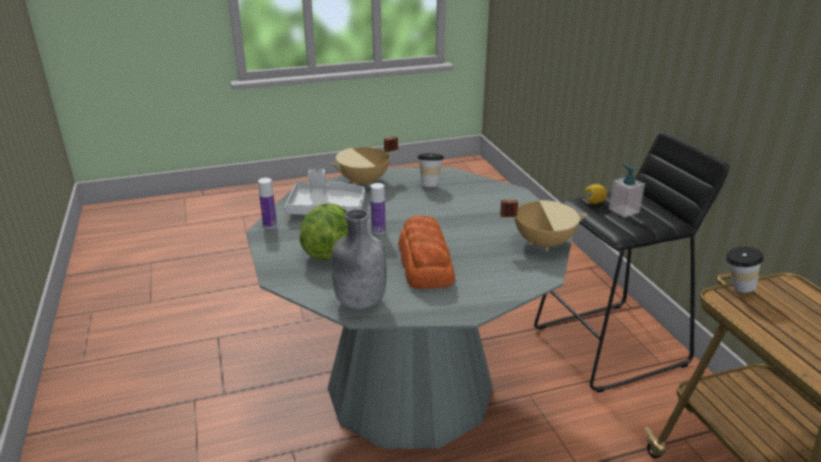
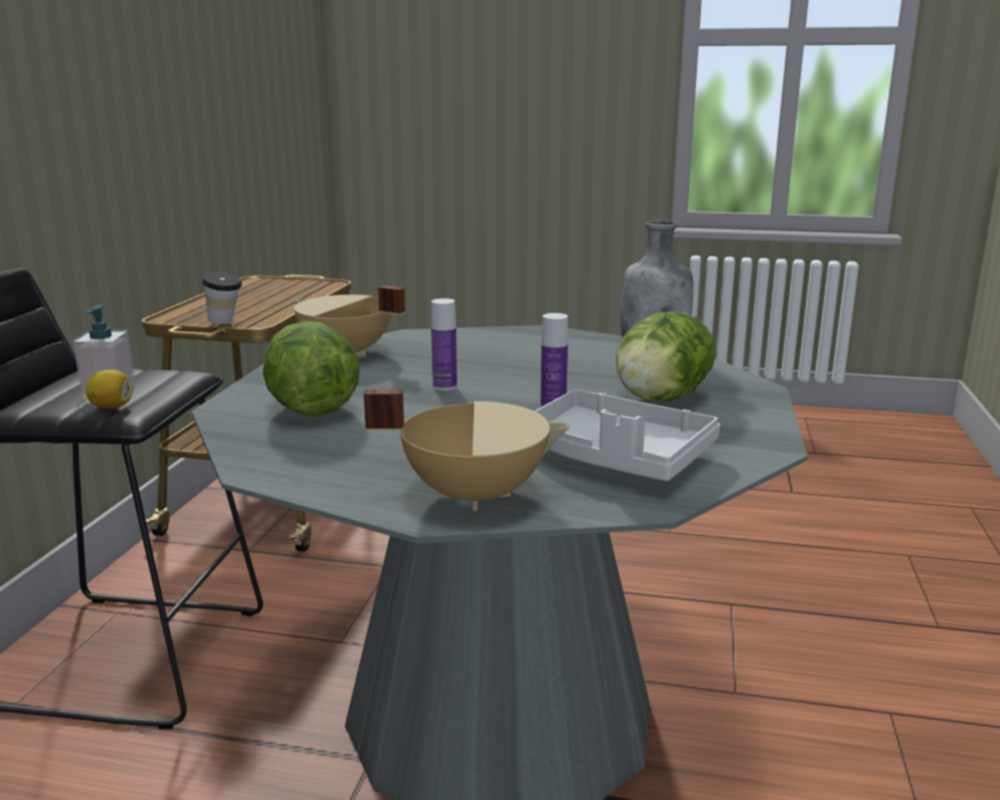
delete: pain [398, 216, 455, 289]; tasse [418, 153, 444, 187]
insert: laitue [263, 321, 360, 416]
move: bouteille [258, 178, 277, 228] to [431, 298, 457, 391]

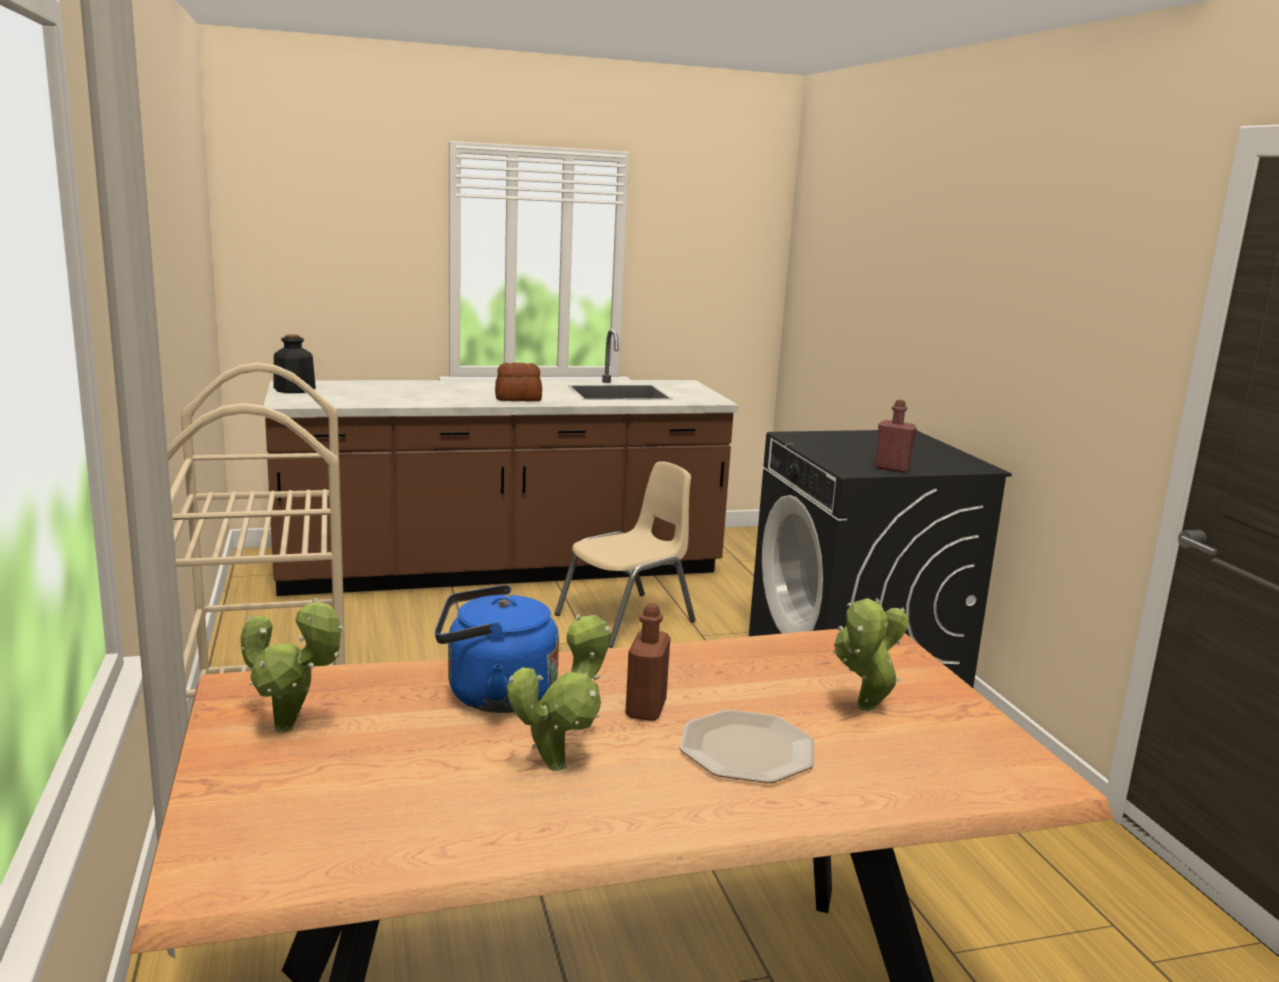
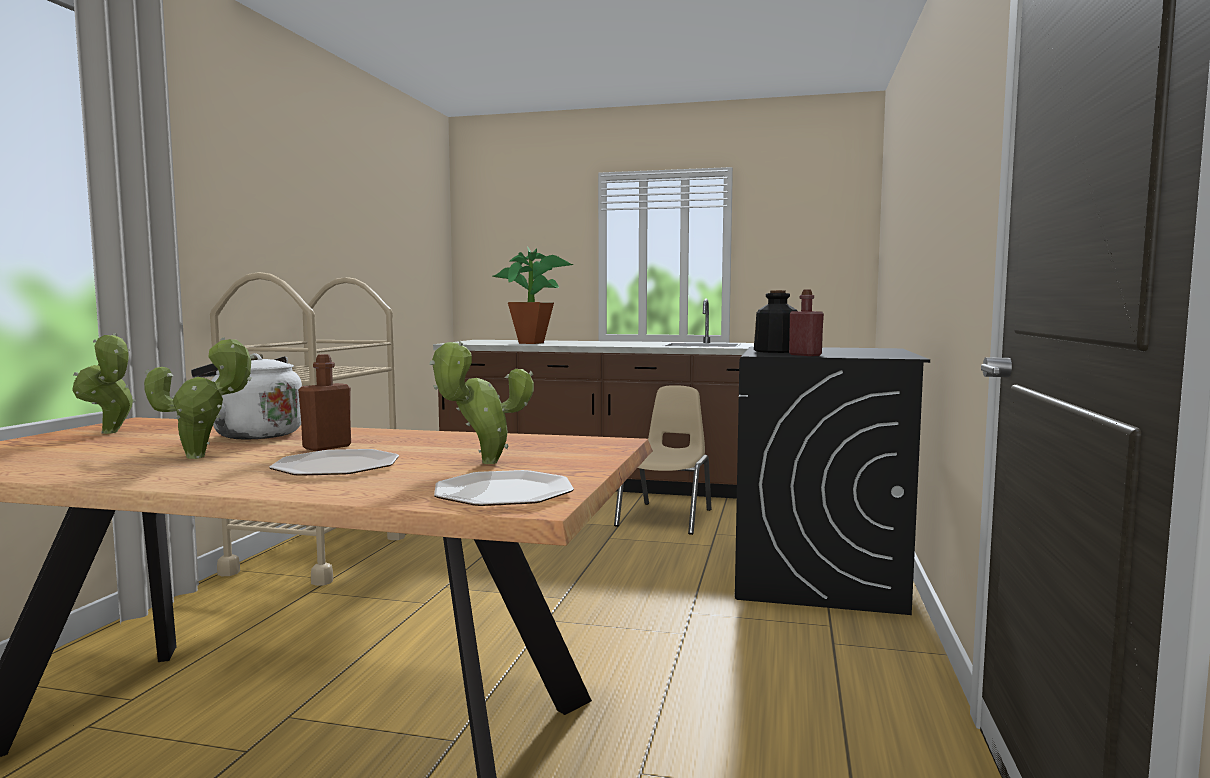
delete: pain [495, 363, 542, 401]
insert: assiette [434, 470, 574, 506]; plante en pot [492, 246, 574, 344]
move: bouteille [273, 334, 316, 393] to [754, 290, 797, 353]
recolor: bouilloire [bleu] [435, 585, 559, 713] to bouilloire [blanc] [191, 353, 302, 439]
rotate: chaise [beige] [554, 461, 696, 648] = [614, 385, 711, 535] 60 degrees counterclockwise

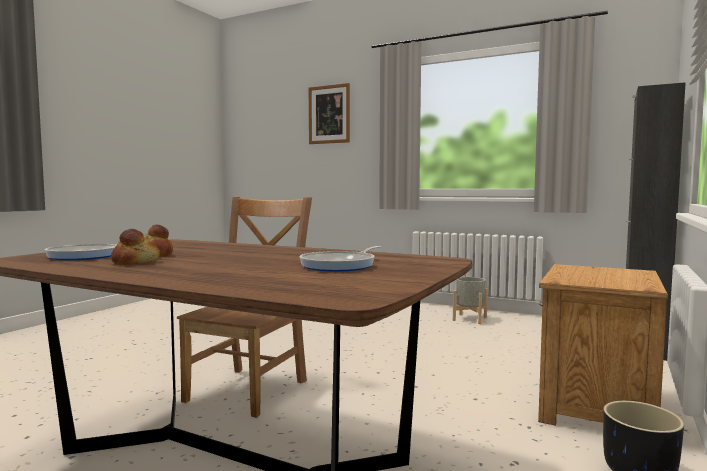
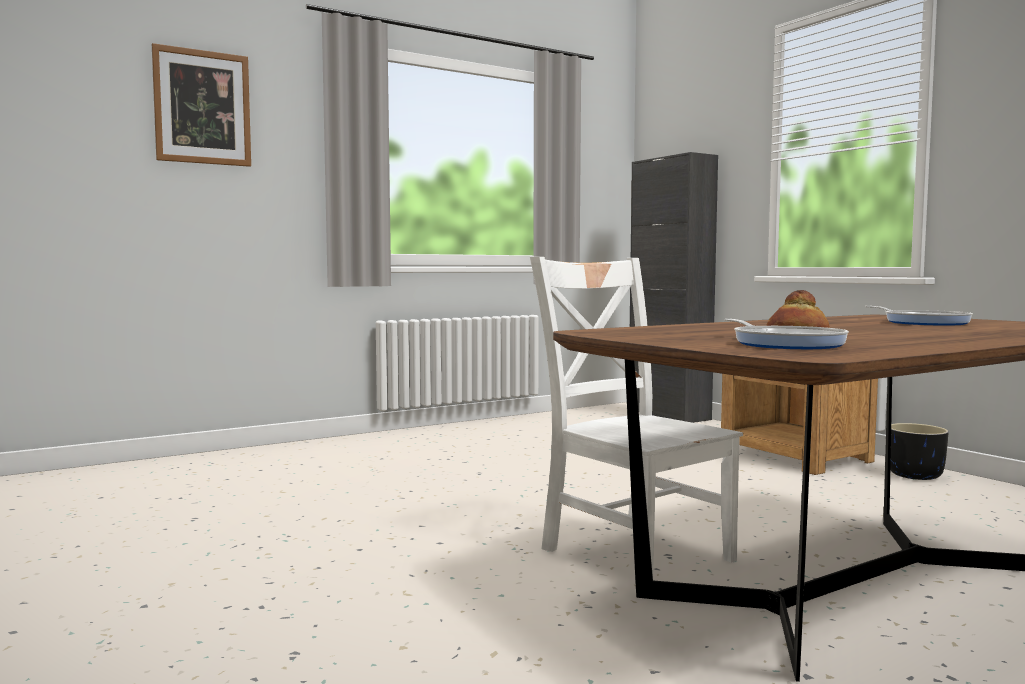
delete: pain [111, 229, 160, 265]; cache-pot [gris] [453, 277, 488, 324]
recolor: chaise [marron] [177, 197, 312, 418] to chaise [blanc] [530, 257, 743, 575]

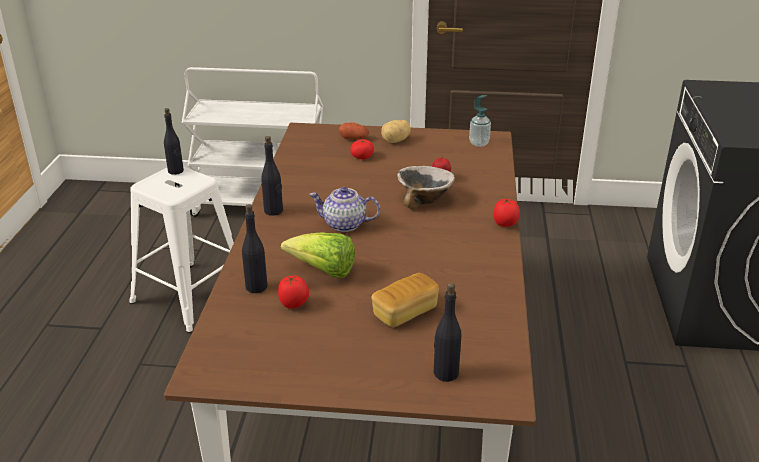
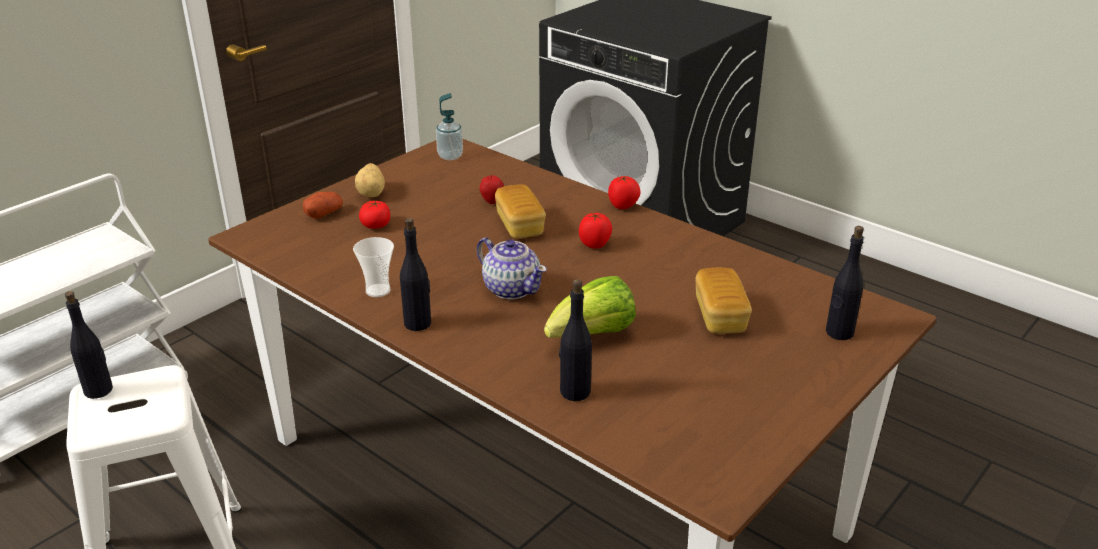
insert: tasse [353, 237, 394, 297]
move: tomate [278, 276, 309, 309] to [579, 213, 612, 249]
replace: bol [397, 166, 455, 209] to pain [495, 185, 546, 239]
rotate: théière [309, 187, 380, 232] = [477, 237, 547, 300] 90 degrees counterclockwise

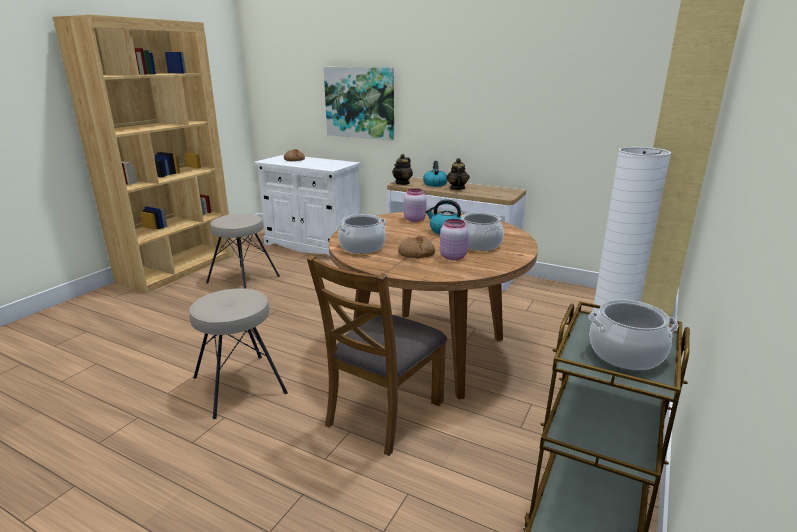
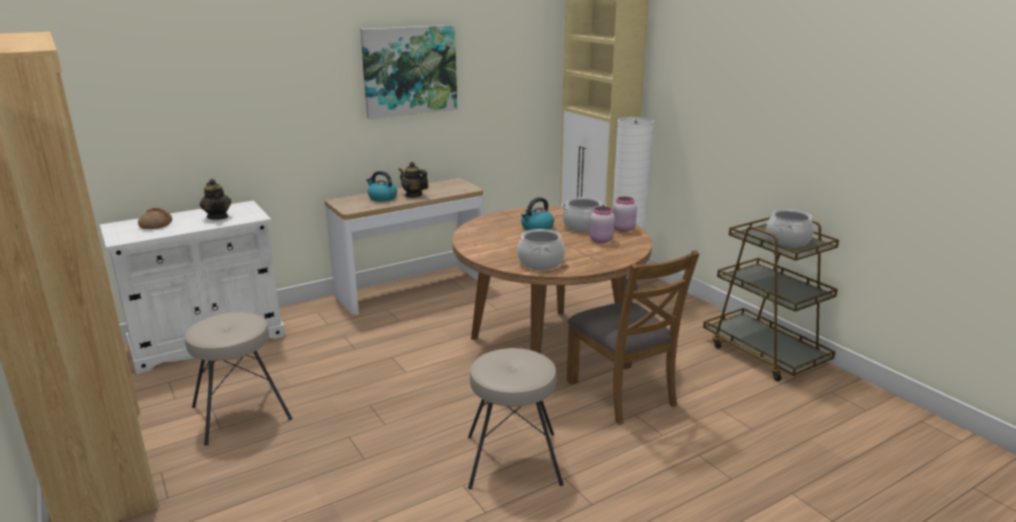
delete: pain [398, 236, 435, 258]
move: tableau [324, 67, 394, 140] to [360, 25, 457, 119]; théière [392, 154, 413, 185] to [200, 179, 231, 220]; bocal [rose] [404, 188, 426, 222] to [613, 197, 637, 232]

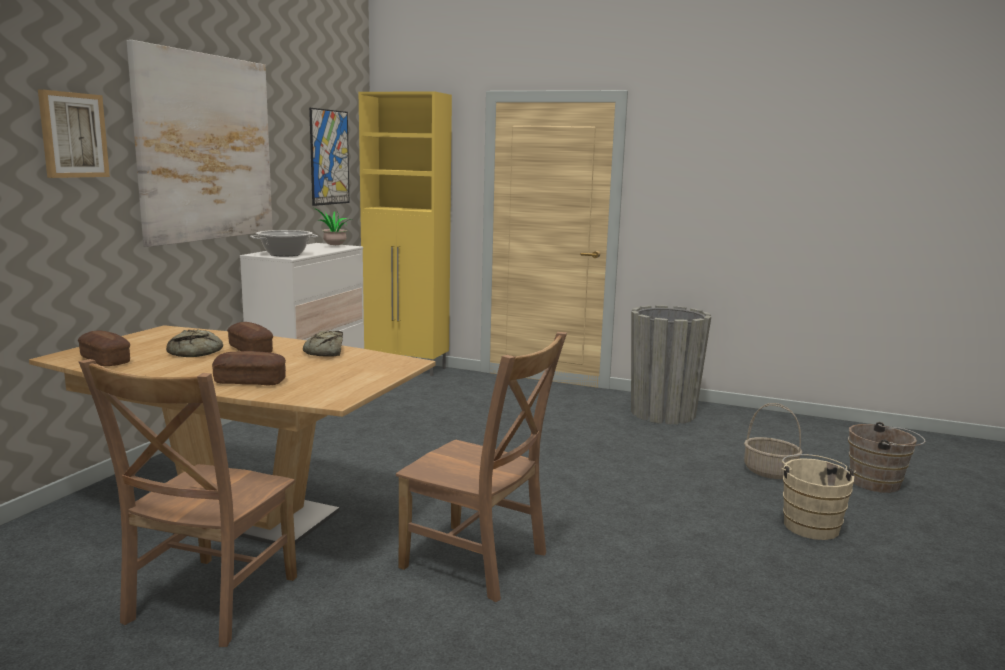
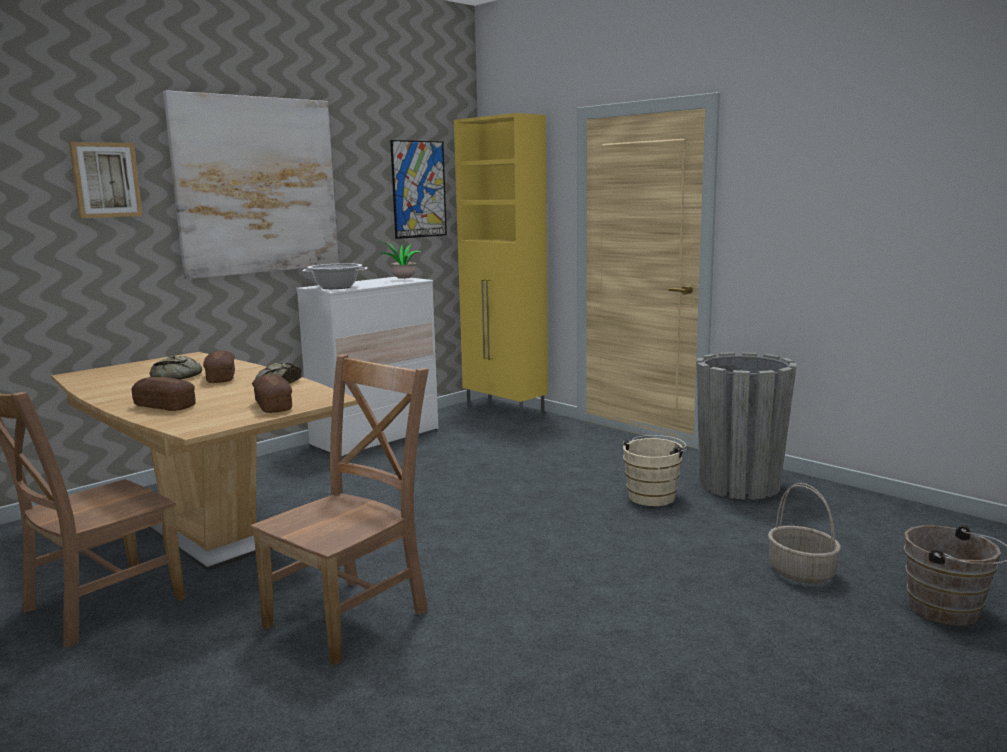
move: pain [78, 330, 130, 366] to [252, 374, 292, 413]; seau [beige] [781, 454, 856, 540] to [623, 435, 687, 506]
rotate: chaise [marron] [396, 332, 567, 602] = [250, 354, 429, 665] 105 degrees counterclockwise

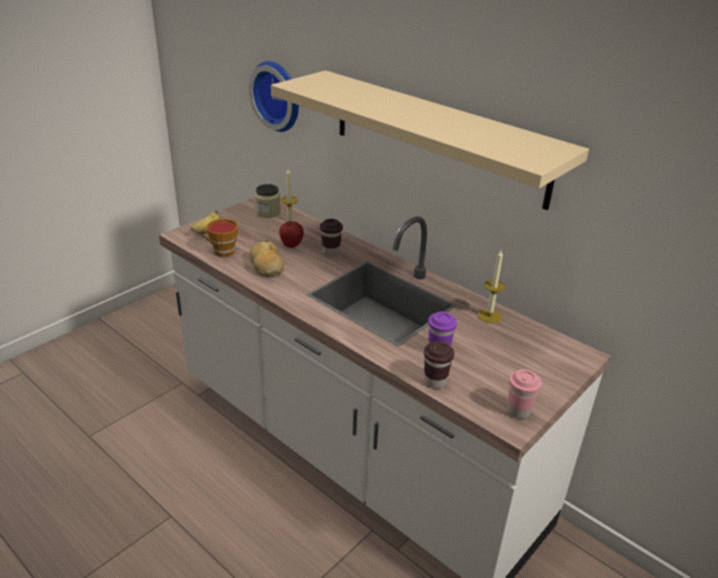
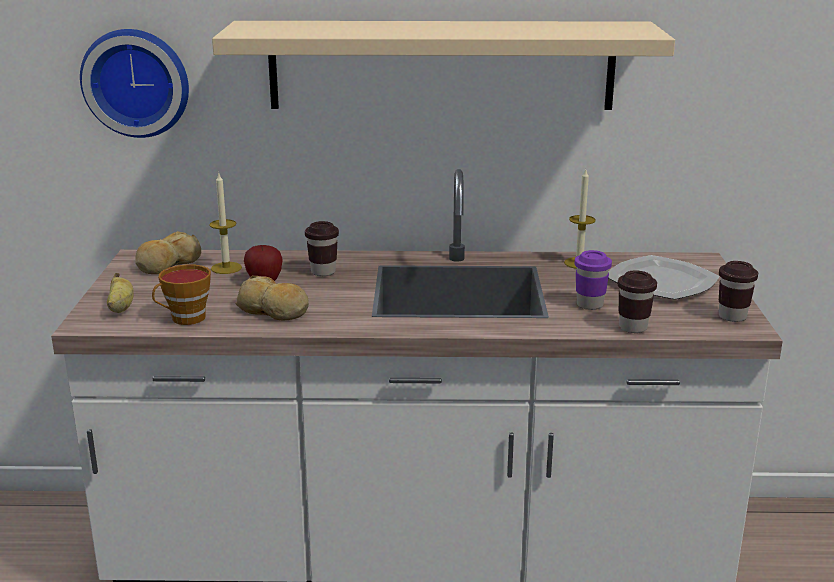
insert: assiette [608, 255, 720, 300]
replace: bocal [255, 184, 281, 218] to pain [135, 231, 201, 274]
recolor: tasse [rose] [508, 369, 542, 419] to tasse [marron] [719, 261, 758, 322]

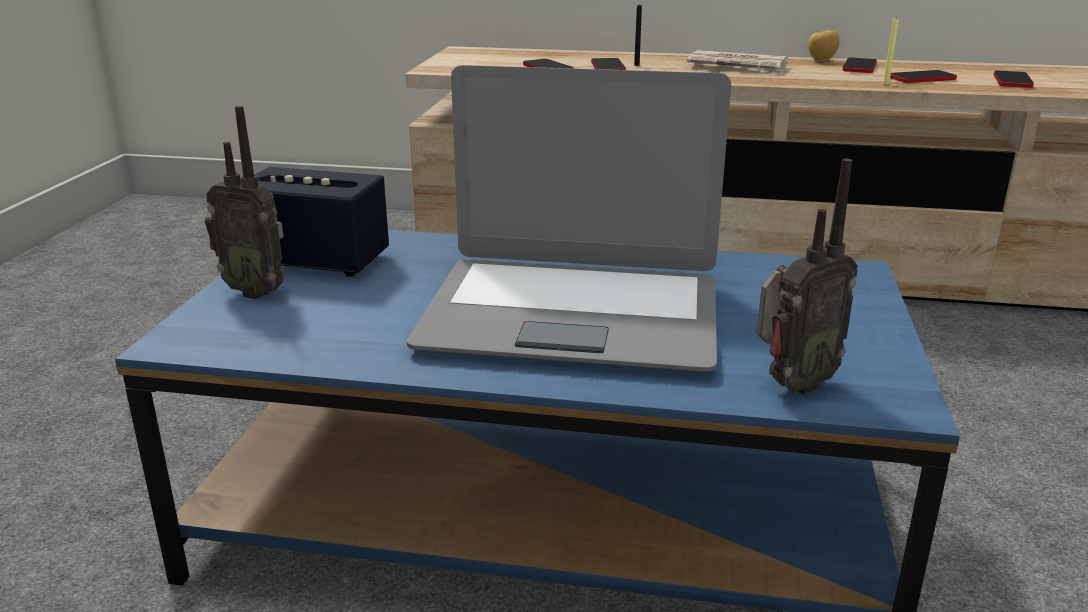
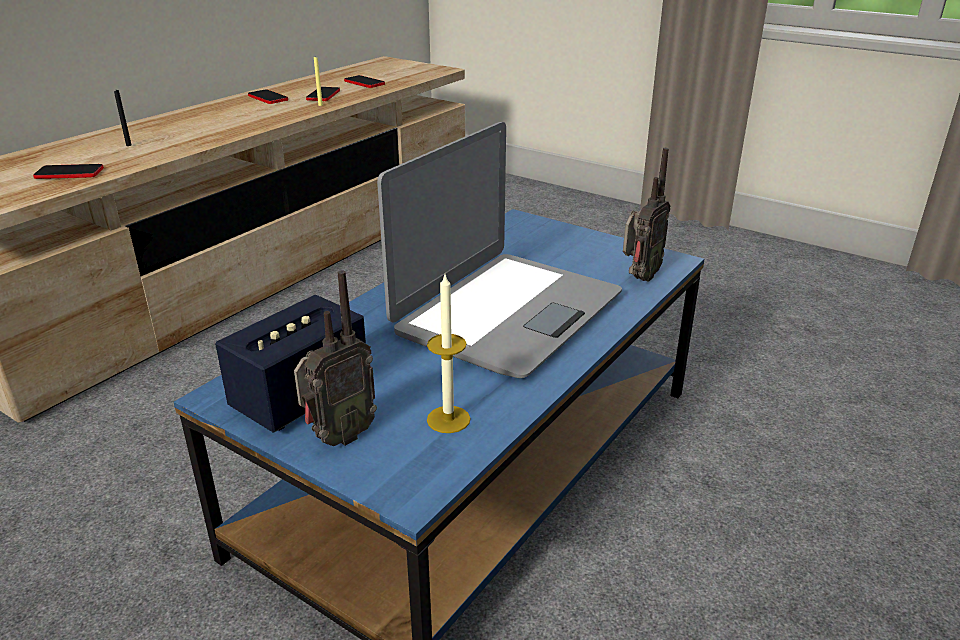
delete: téléphone [591, 58, 626, 70]; journal [687, 50, 788, 74]; pomme [808, 30, 840, 62]
insert: bougie [427, 275, 471, 433]
rotate: radio [757, 159, 858, 395] = [623, 148, 670, 282] 45 degrees clockwise

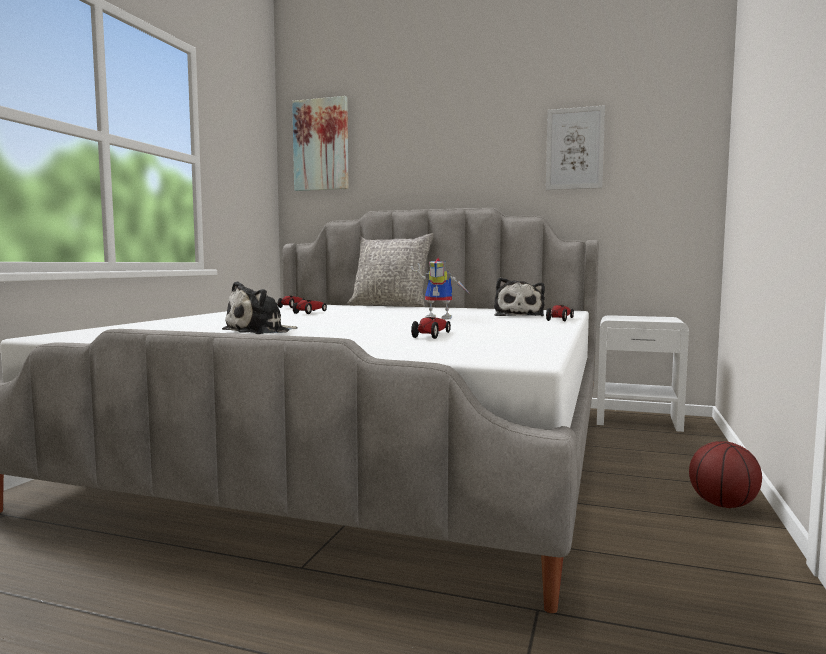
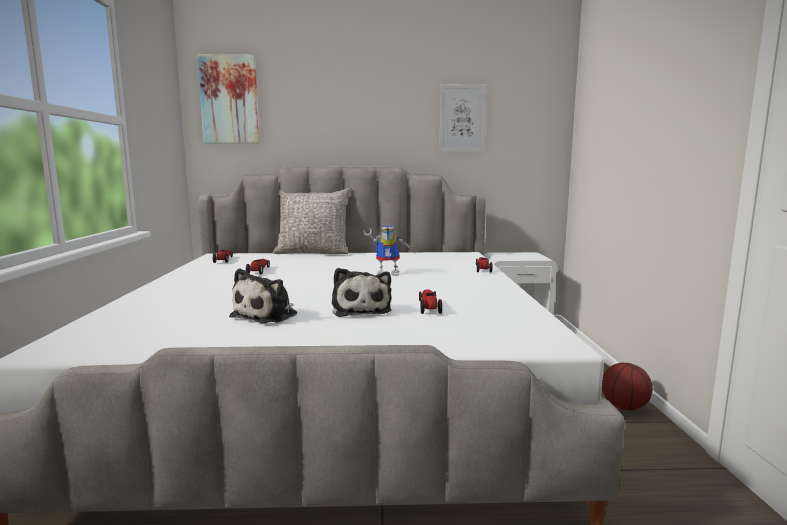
move: peluche [494, 278, 545, 316] to [332, 268, 392, 317]

